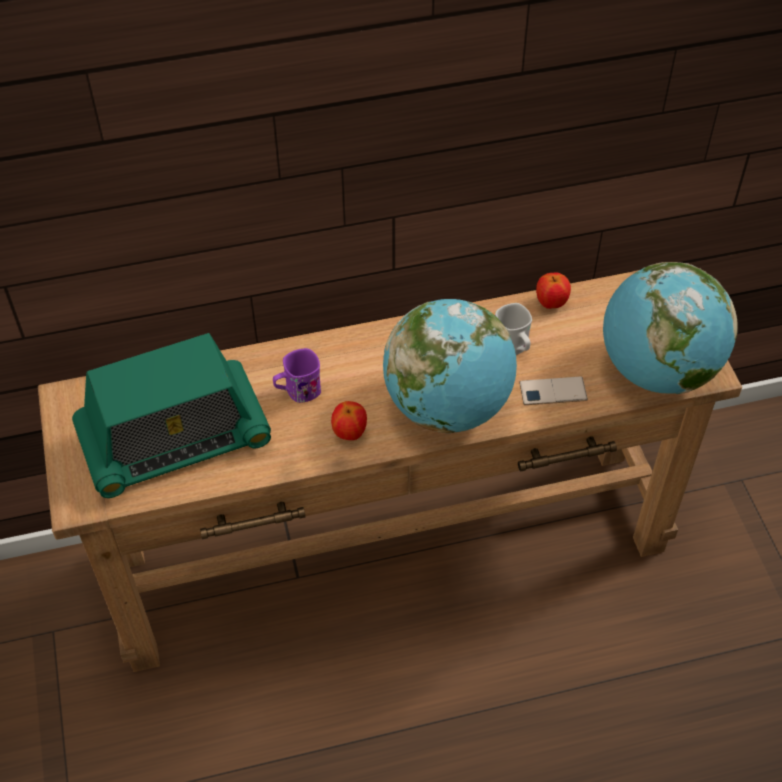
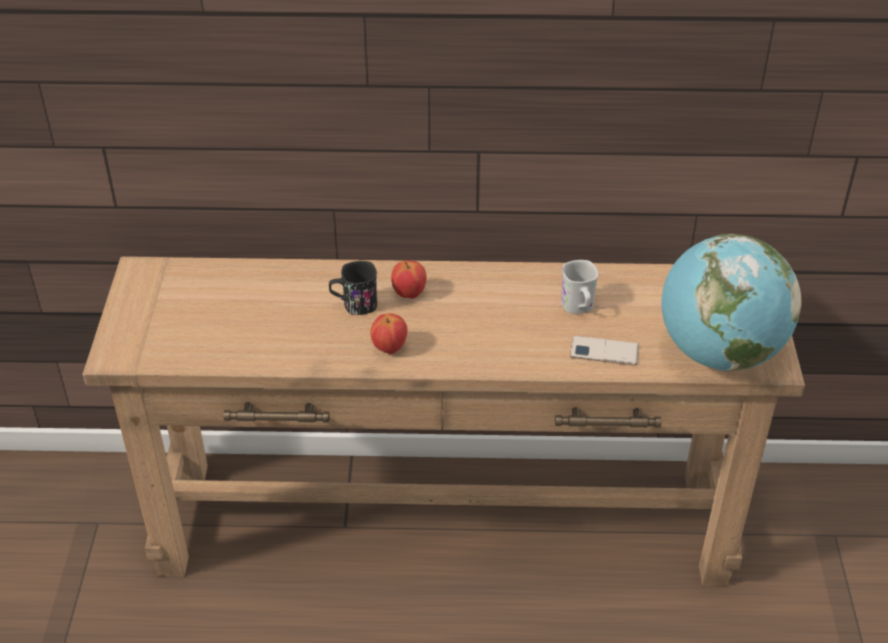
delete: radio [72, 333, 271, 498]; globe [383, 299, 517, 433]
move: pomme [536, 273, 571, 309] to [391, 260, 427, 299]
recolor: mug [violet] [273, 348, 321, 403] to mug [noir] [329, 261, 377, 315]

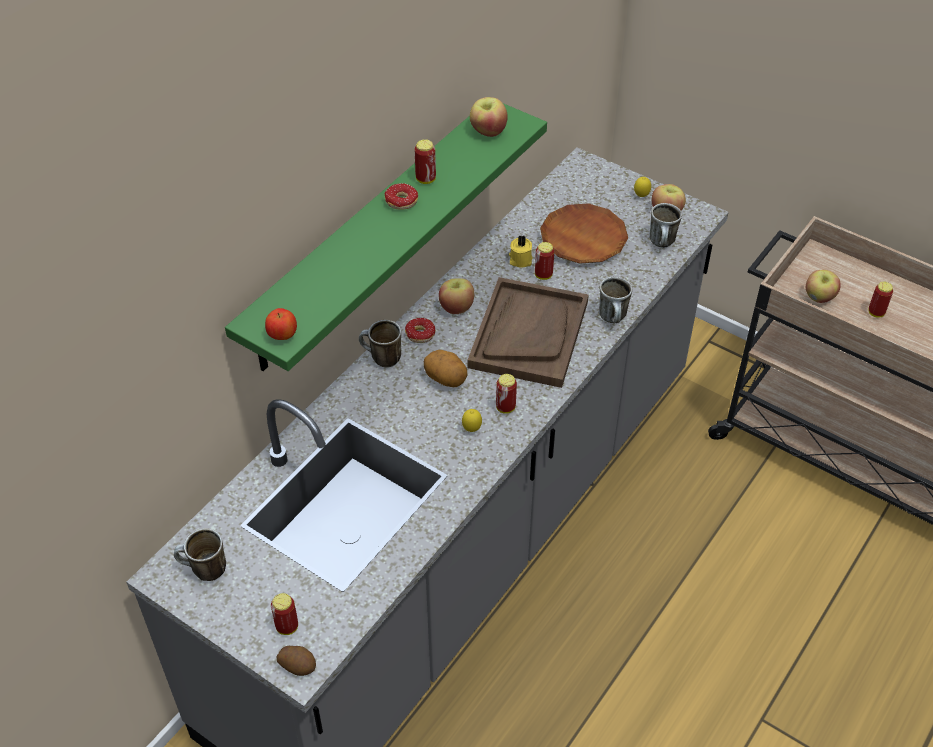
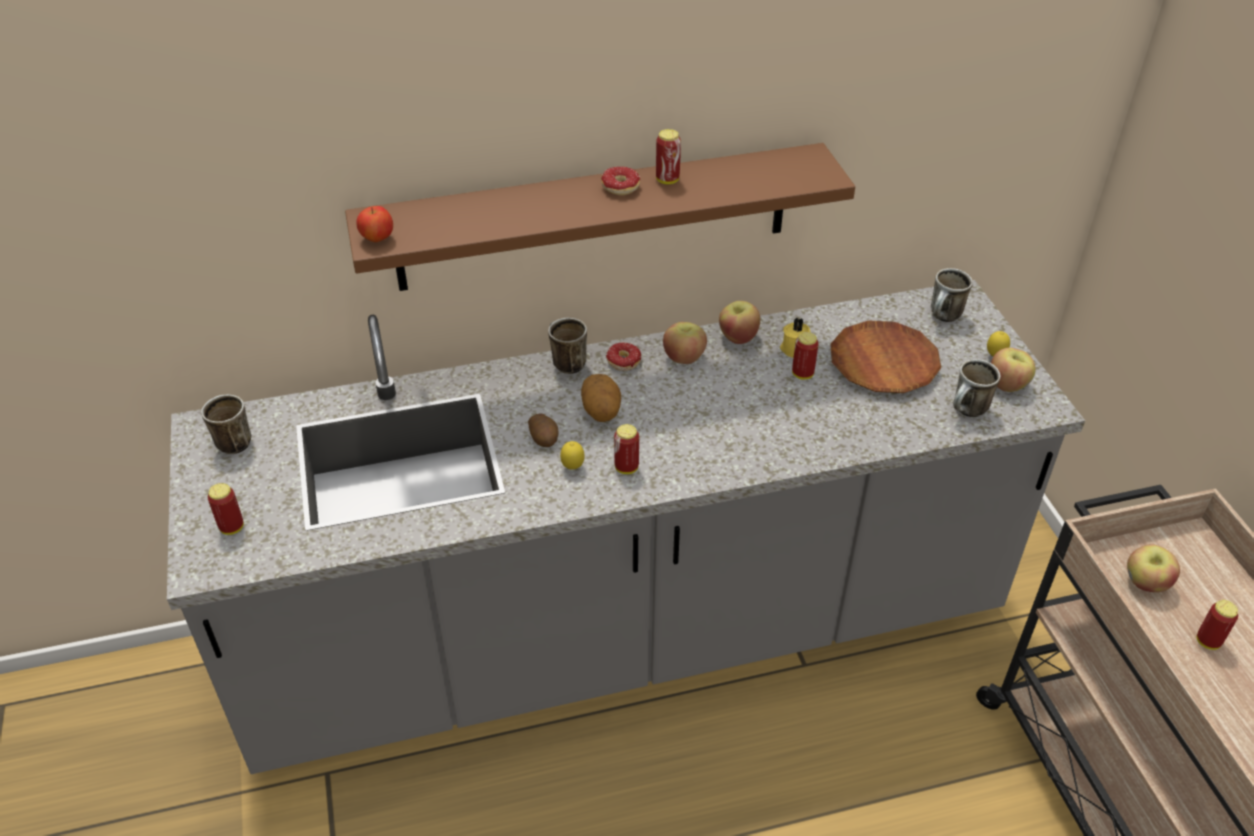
delete: plateau [marron] [467, 277, 589, 388]
move: pomme de terre [277, 646, 316, 676] to [528, 414, 558, 447]; pomme [470, 97, 508, 137] to [719, 301, 760, 344]; mug [599, 277, 632, 323] to [931, 268, 973, 322]
recolor: étagère [vert] [225, 103, 547, 371] to étagère [marron] [345, 143, 855, 291]

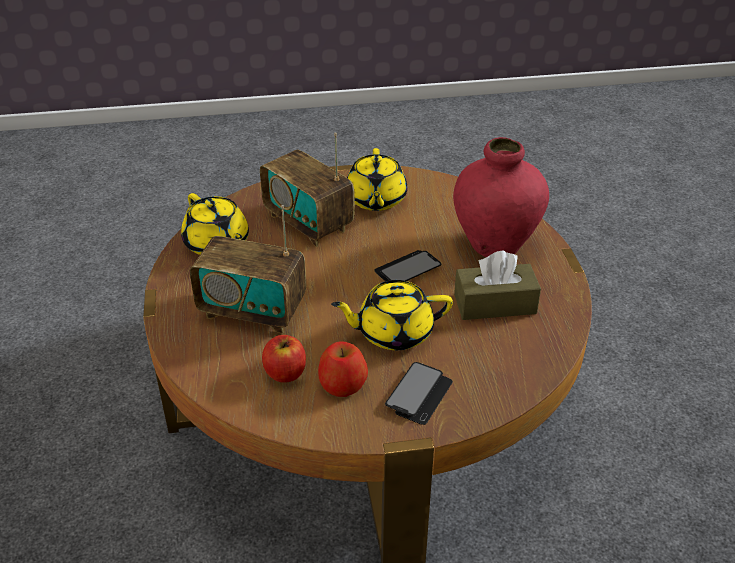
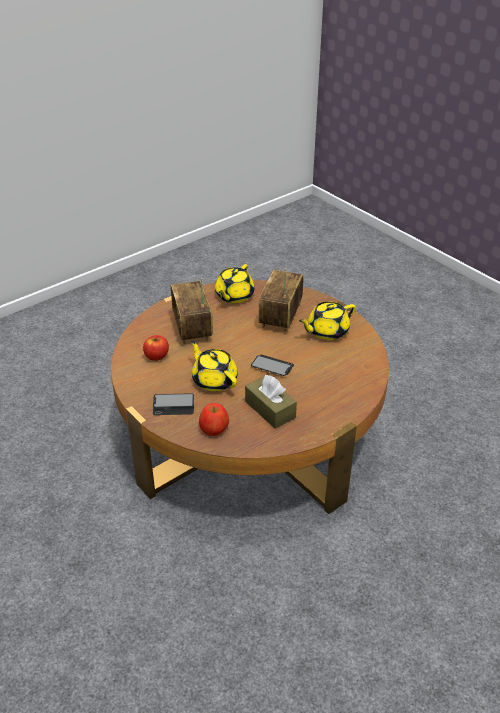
delete: vase [rouge] [453, 137, 549, 257]
move: pomme [318, 341, 368, 397] to [199, 403, 229, 436]

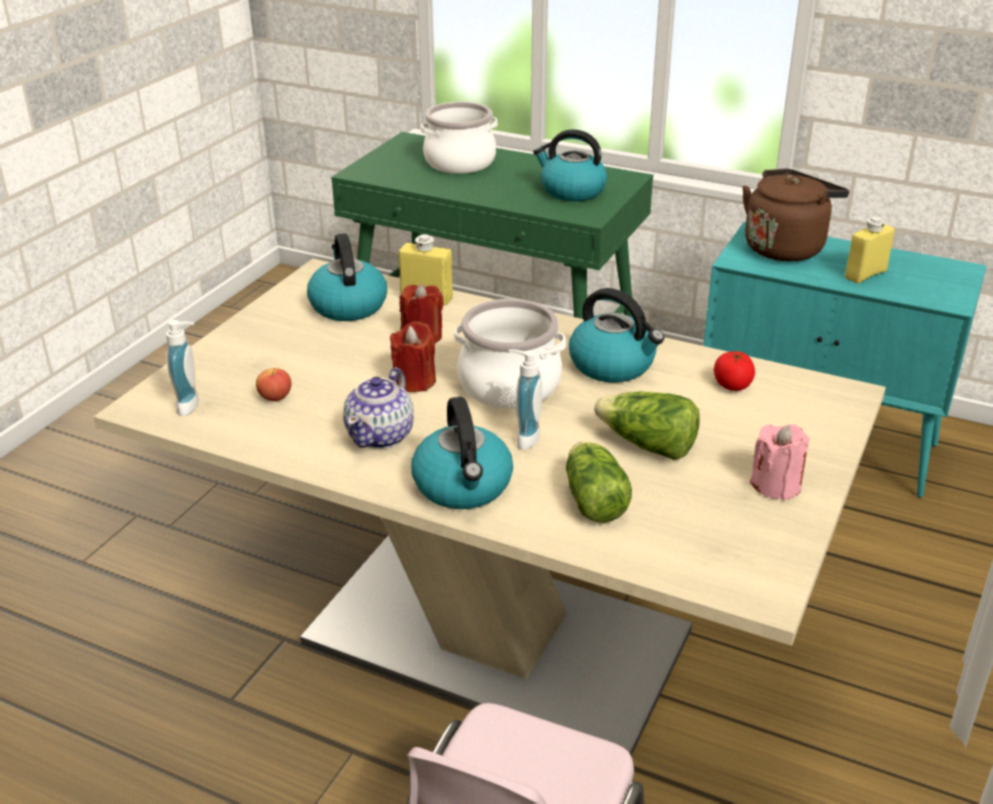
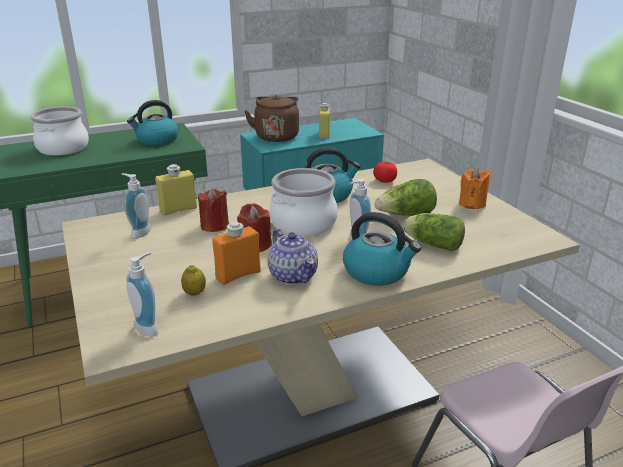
insert: bouteille [orange] [212, 222, 260, 285]
replace: pomme [256, 368, 291, 401] to citron [181, 265, 206, 295]; bouilloire [307, 234, 387, 321] to distributeur de savon [122, 173, 151, 239]
recolor: bougie [rose] [750, 424, 809, 500] to bougie [orange] [459, 168, 490, 209]

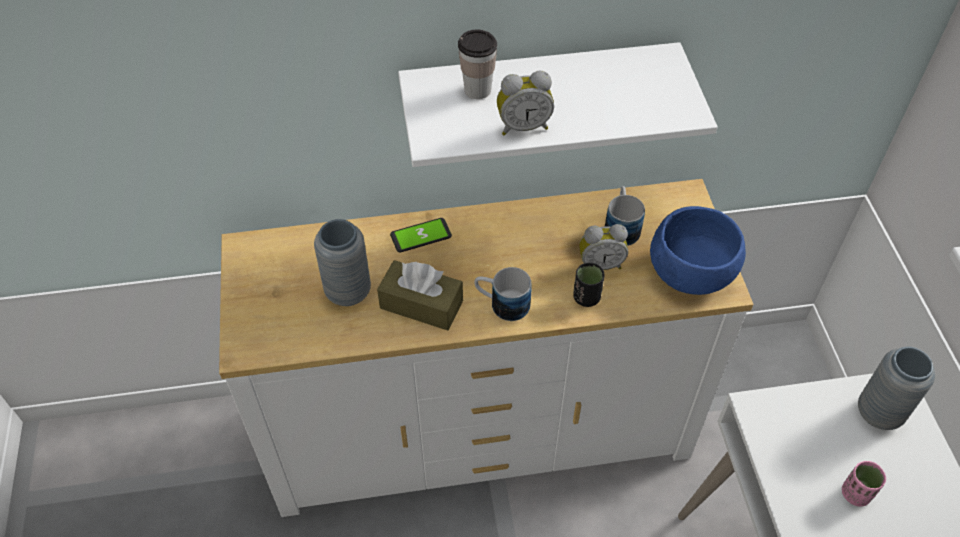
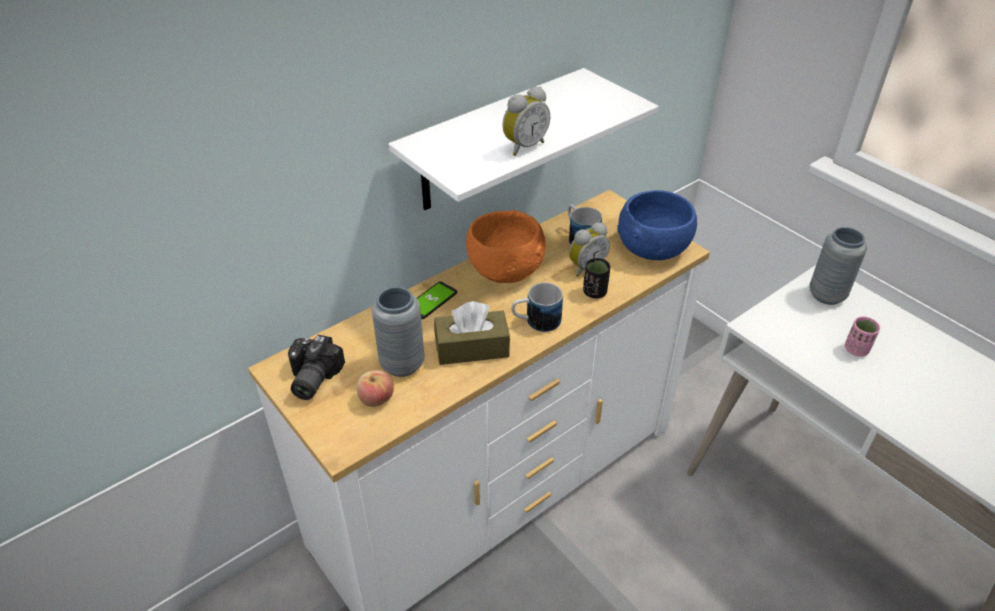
delete: tasse [458, 30, 497, 99]
insert: appareil photo [288, 335, 345, 400]; pomme [357, 370, 394, 407]; bol [orange] [466, 210, 546, 283]

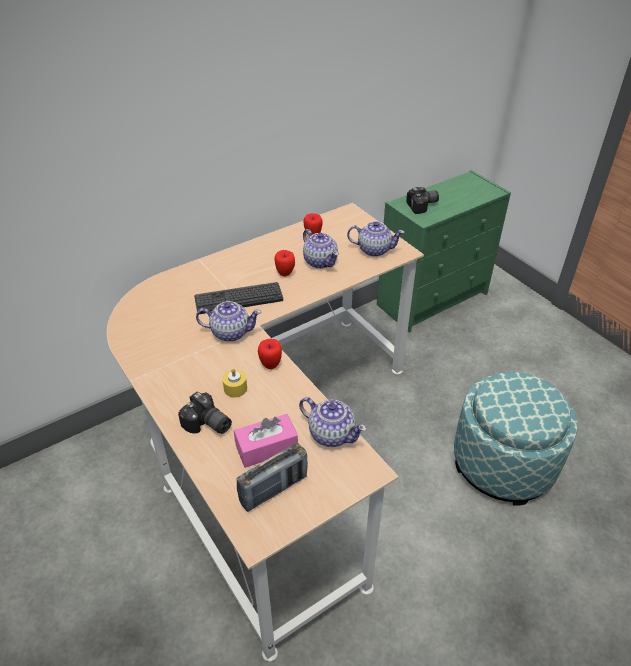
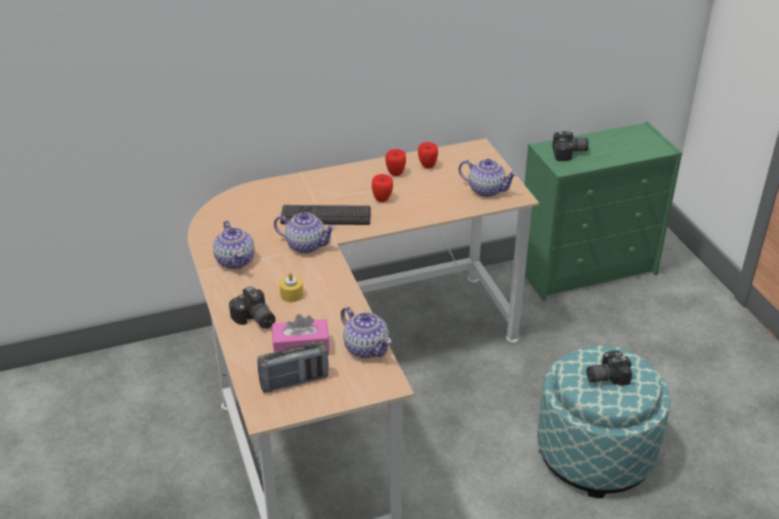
insert: appareil photo [586, 350, 632, 386]
move: pomme [258, 339, 282, 369] to [385, 149, 406, 176]; théière [303, 229, 339, 269] to [213, 221, 255, 269]

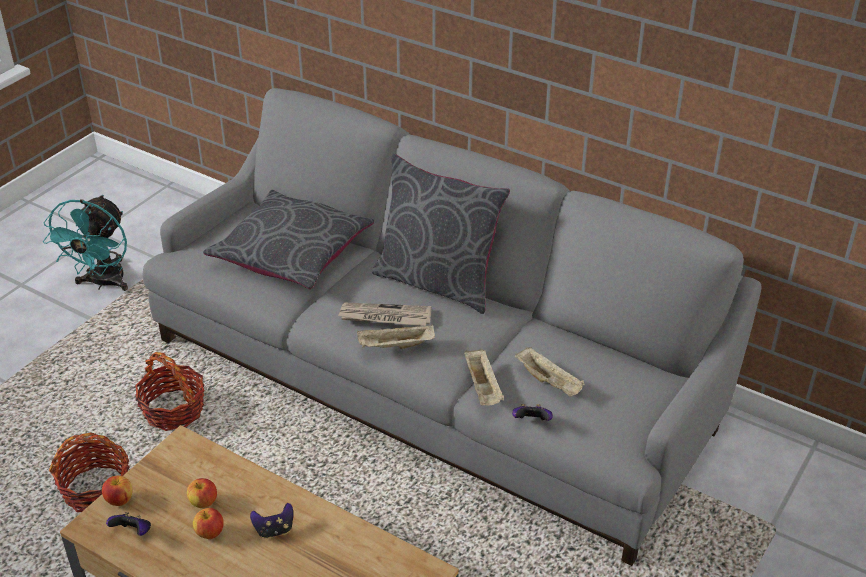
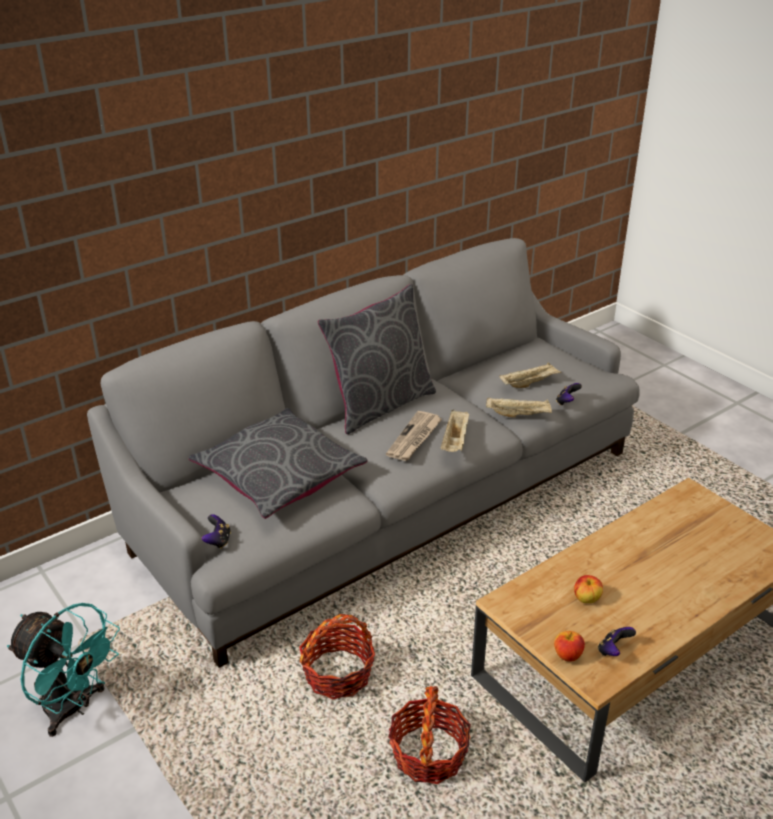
delete: pomme [193, 508, 224, 539]
move: manette [250, 503, 293, 539] to [202, 514, 231, 549]

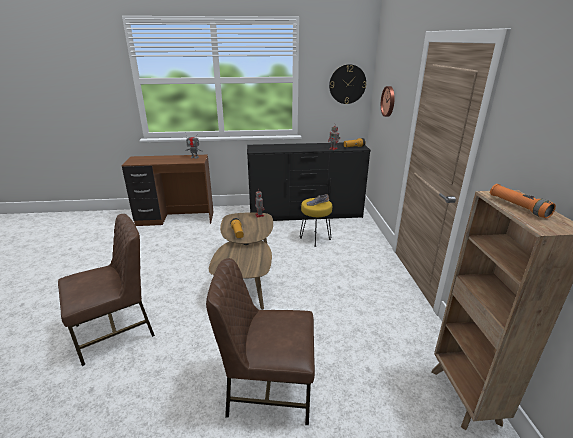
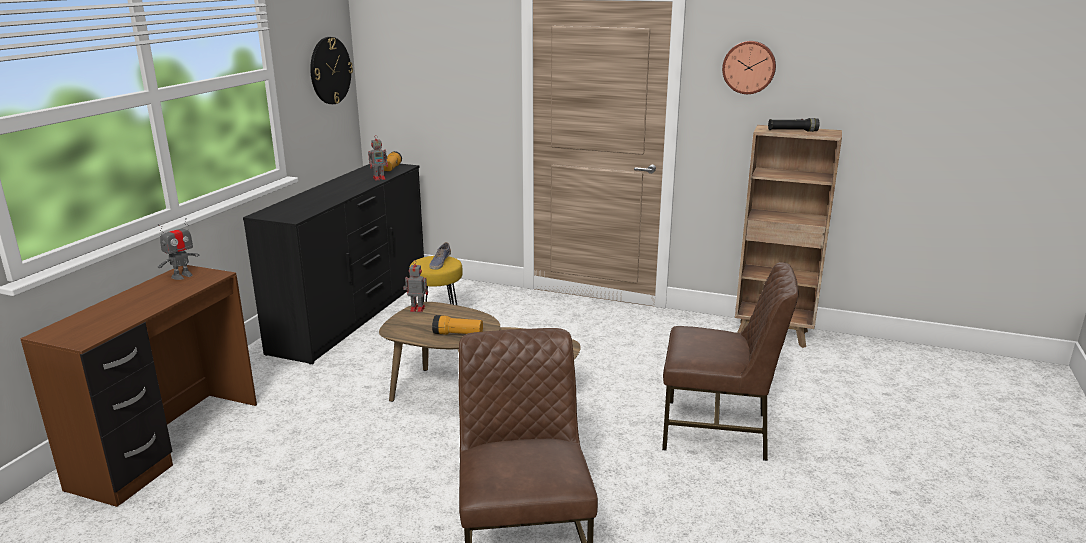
move: horloge murale [381, 86, 395, 117] to [722, 41, 776, 94]
recolor: lampe de poche [orange] [490, 184, 556, 218] to lampe de poche [noir] [768, 118, 819, 132]
rotate: chaise [marron] [206, 258, 315, 425] = [662, 262, 799, 461] 105 degrees counterclockwise

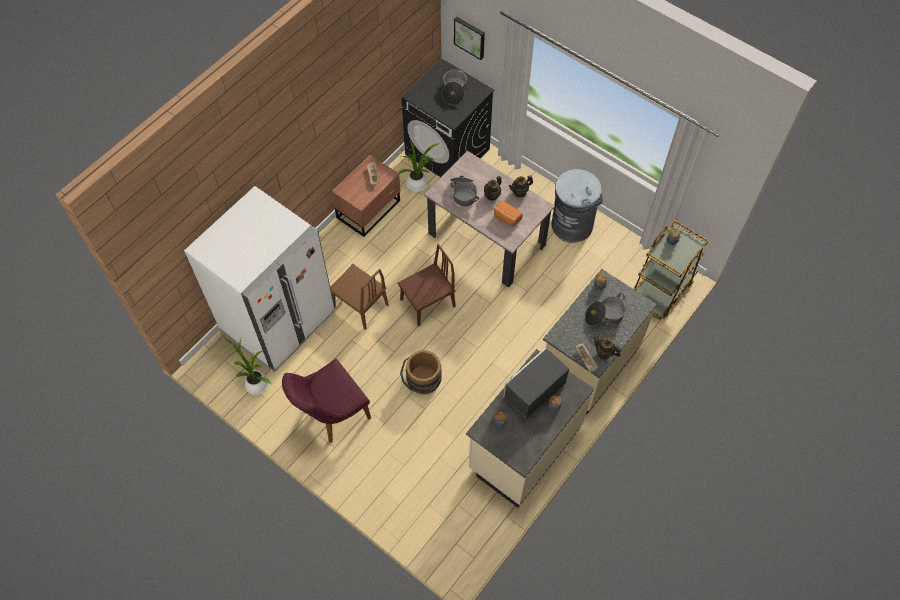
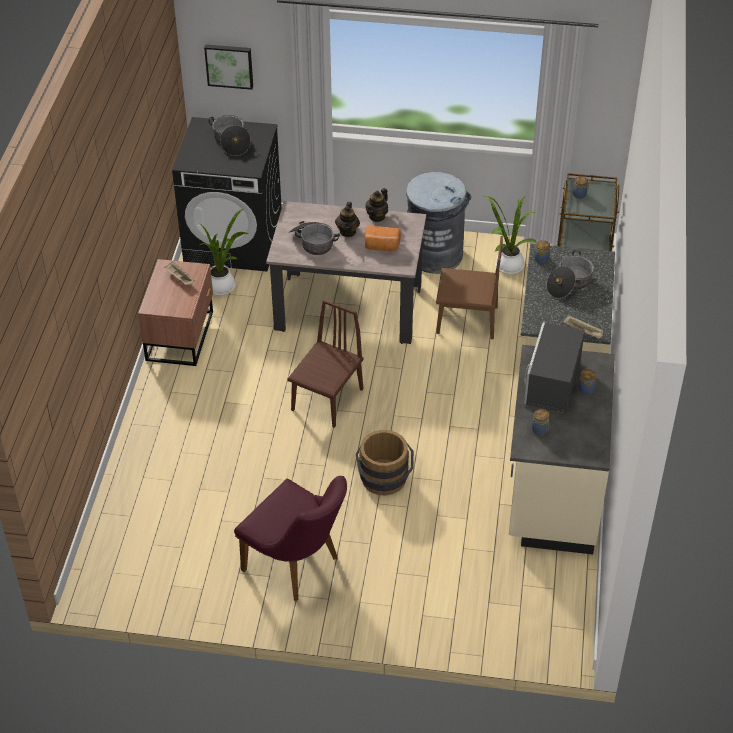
delete: réfrigérateur [blanc] [184, 186, 335, 372]; théière [593, 337, 621, 359]
move: plante en pot [225, 336, 271, 395] to [485, 196, 537, 274]; chaise [marron] [330, 264, 389, 330] to [436, 236, 503, 339]
rotate: chaise [violet] [282, 359, 371, 443] = [234, 476, 347, 601] 75 degrees counterclockwise

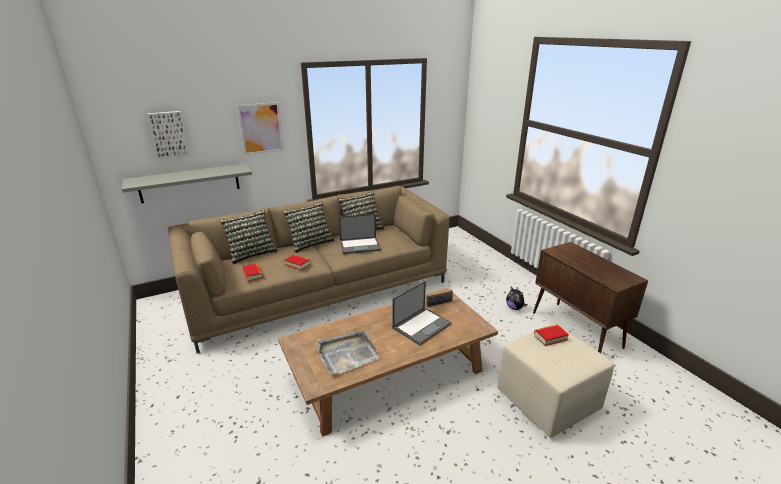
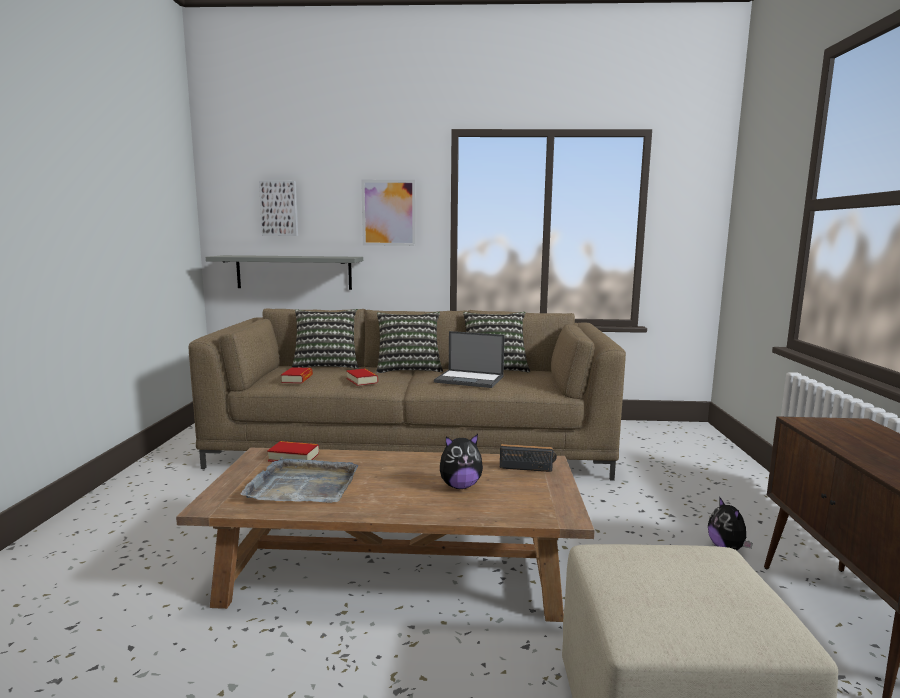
move: livre [534, 324, 569, 346] to [267, 441, 319, 462]
replace: ordinateur portable [392, 281, 452, 345] to peluche [440, 434, 483, 489]

